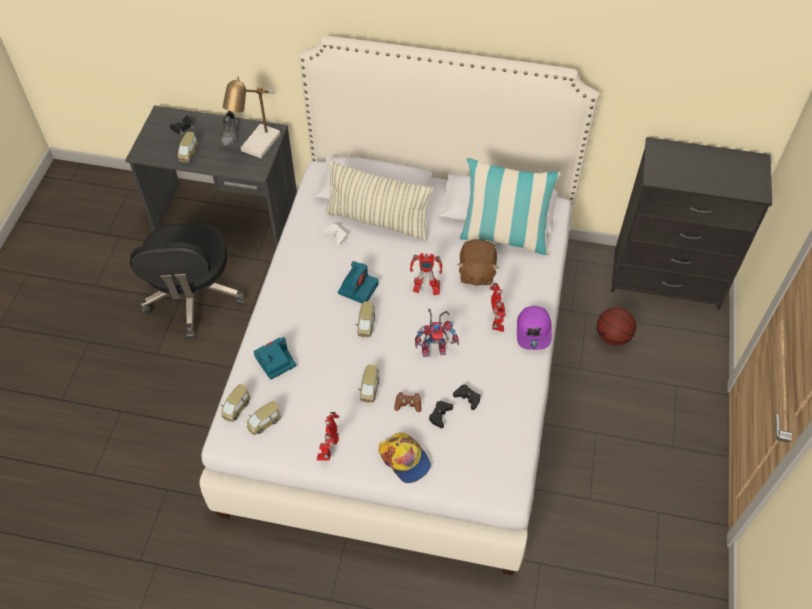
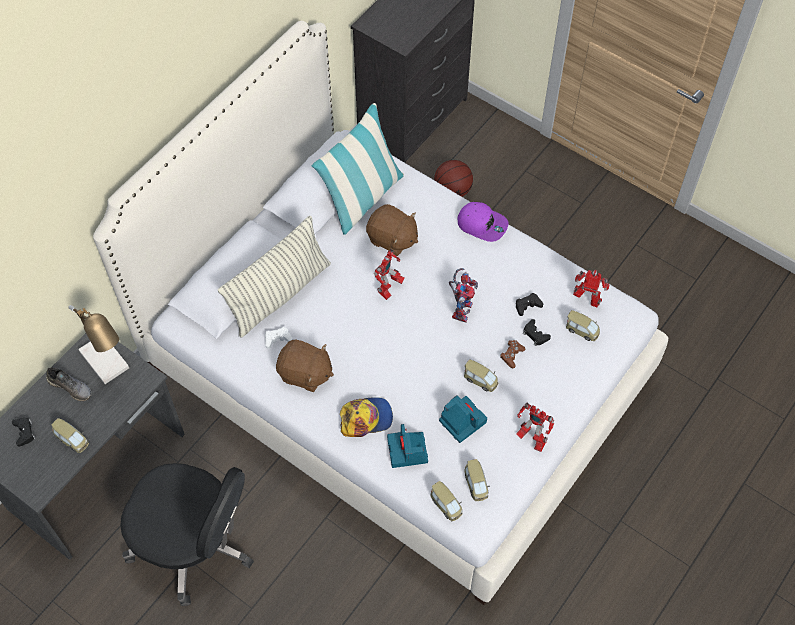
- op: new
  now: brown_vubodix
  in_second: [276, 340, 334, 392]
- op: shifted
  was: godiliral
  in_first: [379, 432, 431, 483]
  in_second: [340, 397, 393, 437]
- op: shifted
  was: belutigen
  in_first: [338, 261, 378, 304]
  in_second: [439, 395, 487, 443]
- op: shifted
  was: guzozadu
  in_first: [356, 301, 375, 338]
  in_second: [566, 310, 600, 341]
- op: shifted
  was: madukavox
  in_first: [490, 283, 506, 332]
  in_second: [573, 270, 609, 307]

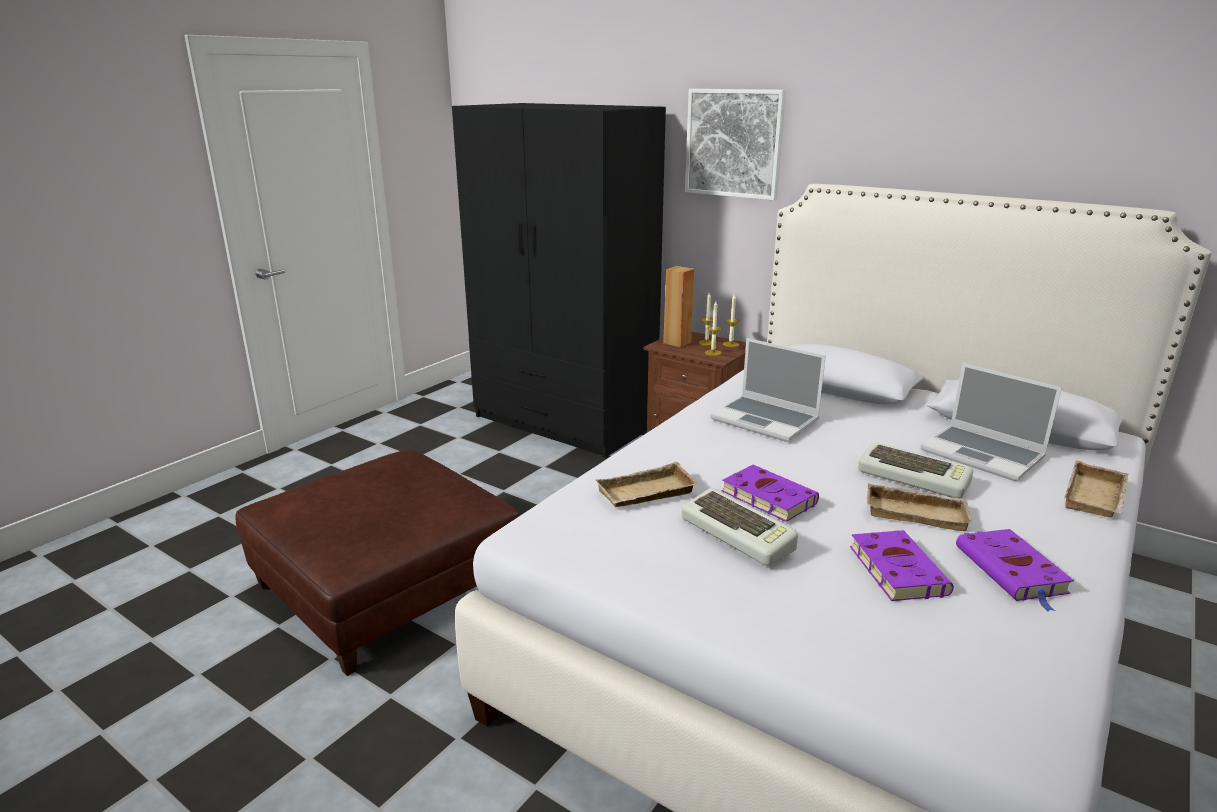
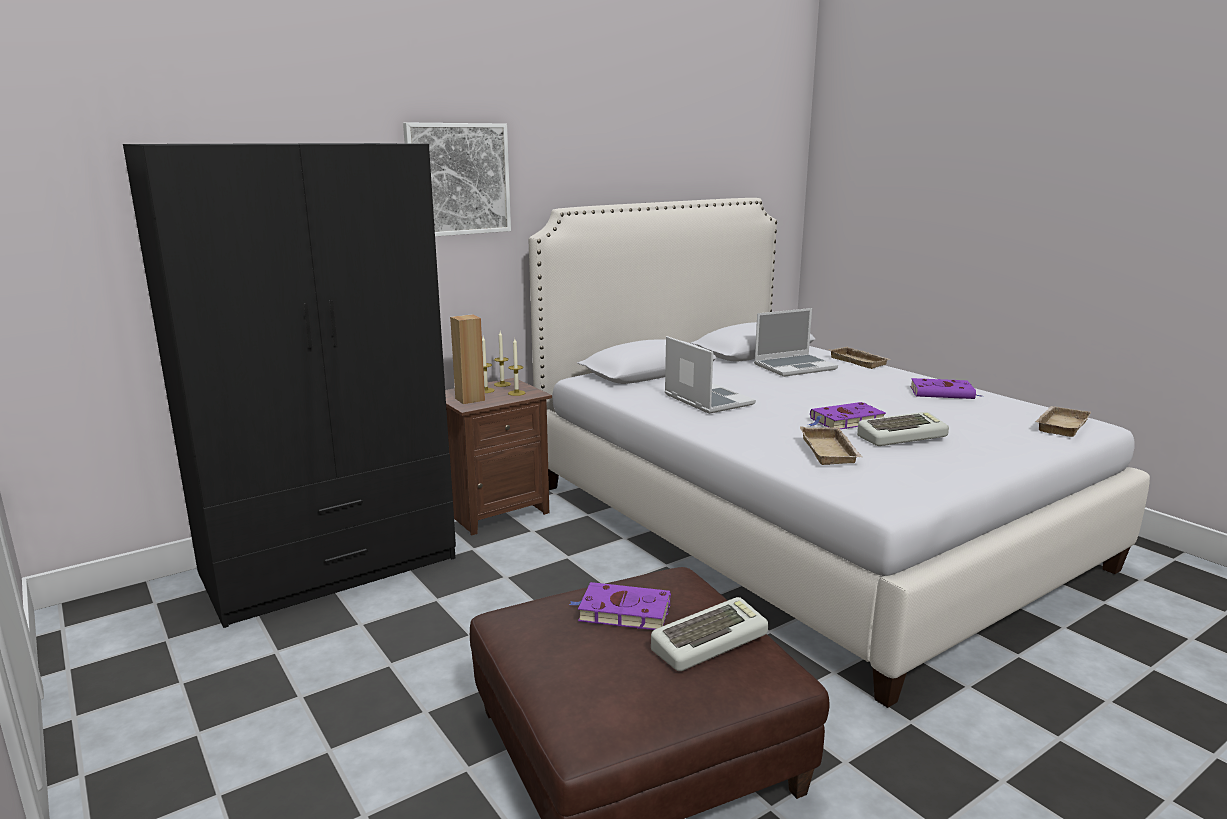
- op: shifted
  was: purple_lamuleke
  in_first: [850, 530, 954, 601]
  in_second: [569, 582, 671, 630]
- op: shifted
  was: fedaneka
  in_first: [858, 442, 973, 499]
  in_second: [651, 597, 768, 671]
- op: rotated
  was: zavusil
  in_first: [710, 338, 826, 442]
  in_second: [664, 336, 756, 414]
  clockwise: -90
- op: shifted
  was: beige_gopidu
  in_first: [867, 483, 972, 531]
  in_second: [1036, 406, 1091, 437]

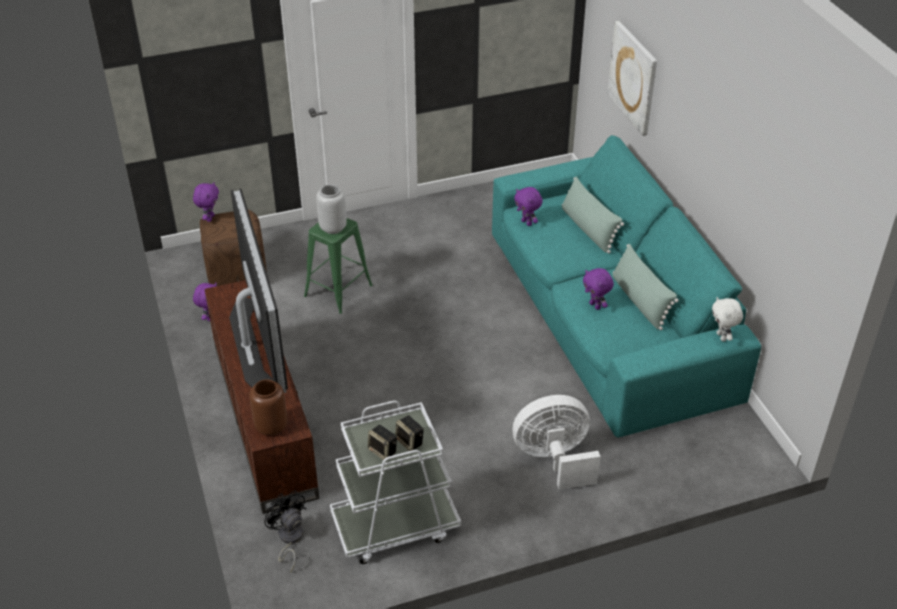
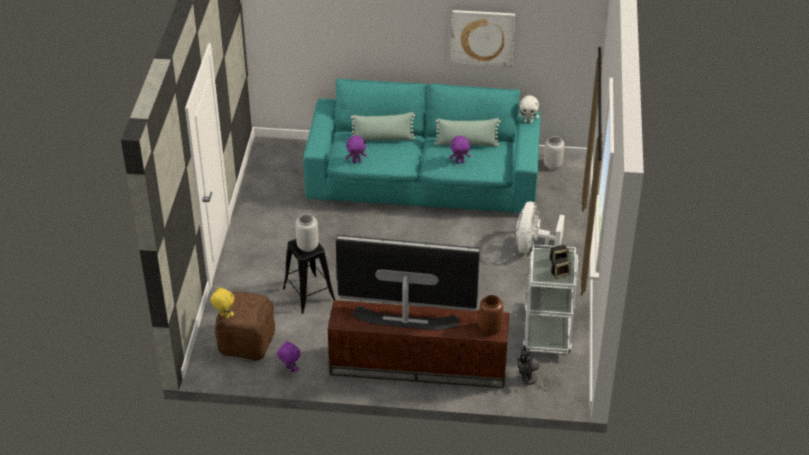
- op: repainted
  was: purple_vubodix
  now: yellow_vubodix
  in_first: [193, 182, 219, 222]
  in_second: [211, 287, 234, 319]
- op: repainted
  was: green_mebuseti
  now: black_mebuseti
  in_first: [304, 218, 373, 314]
  in_second: [283, 239, 336, 314]
- op: shifted
  was: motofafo
  in_first: [607, 21, 657, 136]
  in_second: [451, 10, 515, 67]
- op: new
  now: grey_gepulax
  in_second: [544, 136, 565, 170]

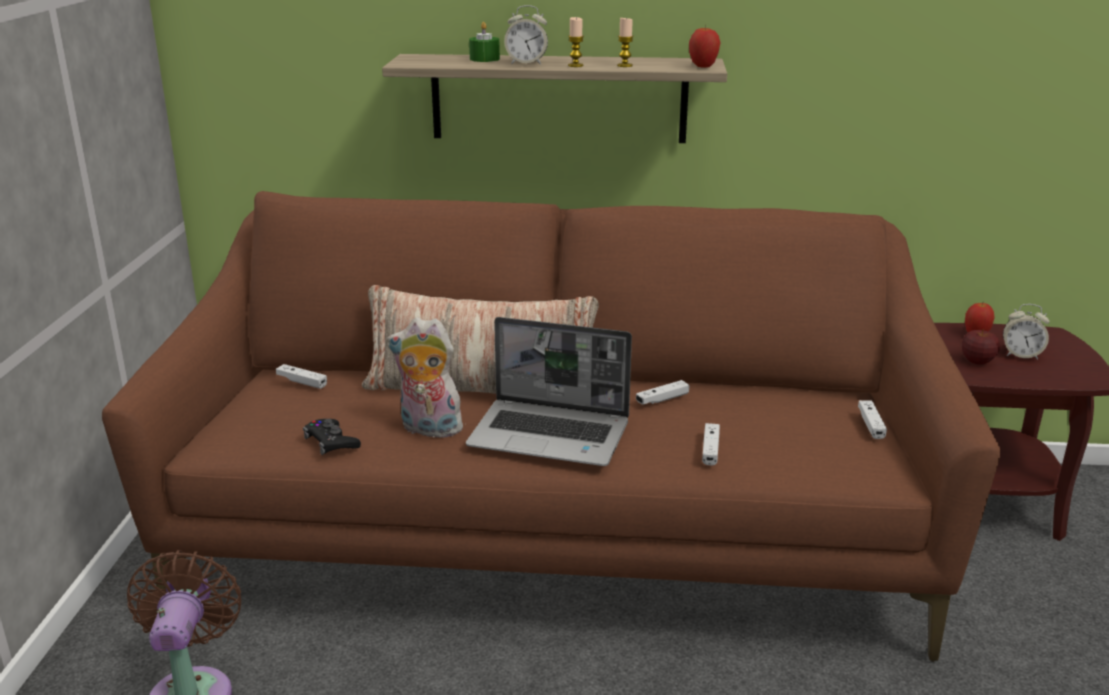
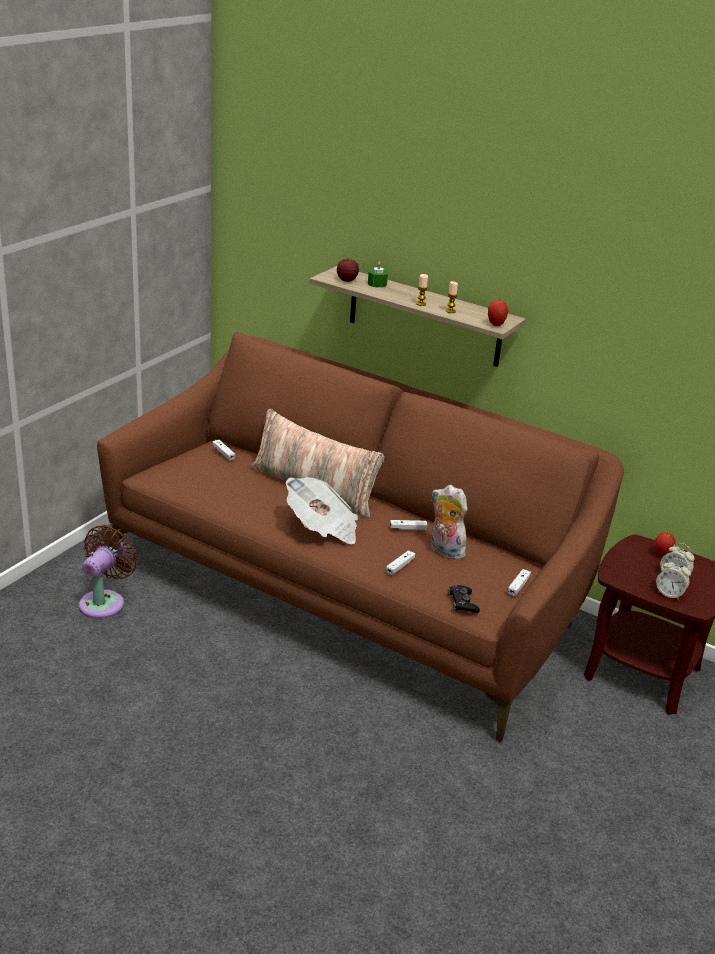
- op: swapped
  was: zavusil
  now: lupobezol
  in_first: [466, 317, 632, 466]
  in_second: [286, 477, 358, 544]
- op: shifted
  was: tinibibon
  in_first: [962, 329, 1000, 365]
  in_second: [337, 259, 359, 282]
- op: shifted
  was: vubodix
  in_first: [387, 317, 467, 438]
  in_second: [431, 485, 467, 560]
- op: shifted
  was: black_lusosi
  in_first: [303, 419, 361, 455]
  in_second: [447, 585, 480, 613]
- op: shifted
  was: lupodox
  in_first: [504, 5, 548, 65]
  in_second: [656, 559, 691, 600]

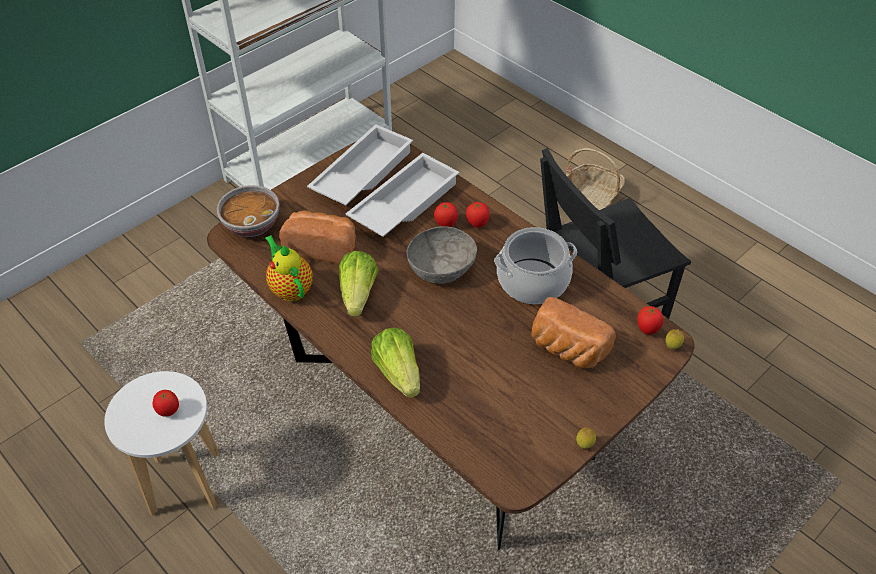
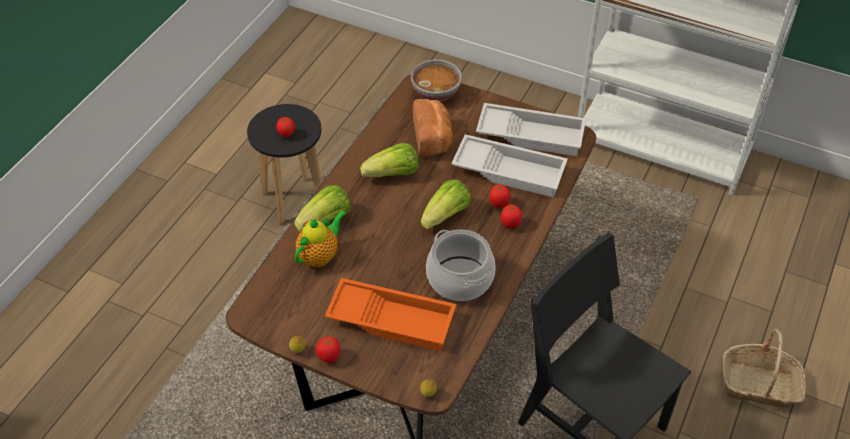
- op: repainted
  was: white_mebuseti
  now: black_mebuseti
  in_first: [104, 371, 219, 516]
  in_second: [247, 104, 322, 224]
- op: shifted
  was: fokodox
  in_first: [265, 235, 313, 301]
  in_second: [295, 210, 347, 268]
- op: shifted
  was: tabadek
  in_first: [637, 306, 664, 335]
  in_second: [316, 337, 340, 363]
- op: swapped
  was: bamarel
  now: orange_gopidu
  in_first: [531, 297, 616, 369]
  in_second: [325, 278, 456, 351]
- op: swapped
  was: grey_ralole
  now: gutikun
  in_first: [407, 226, 477, 284]
  in_second: [421, 179, 471, 229]

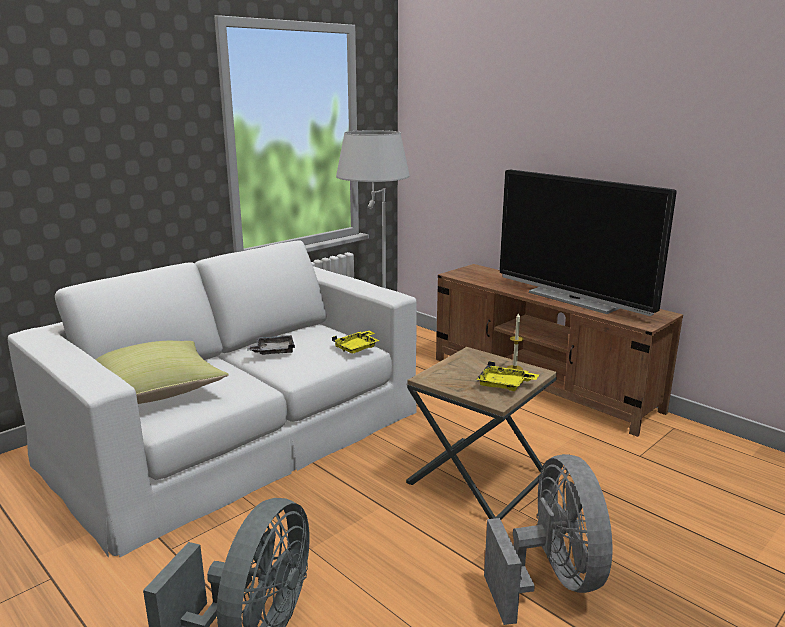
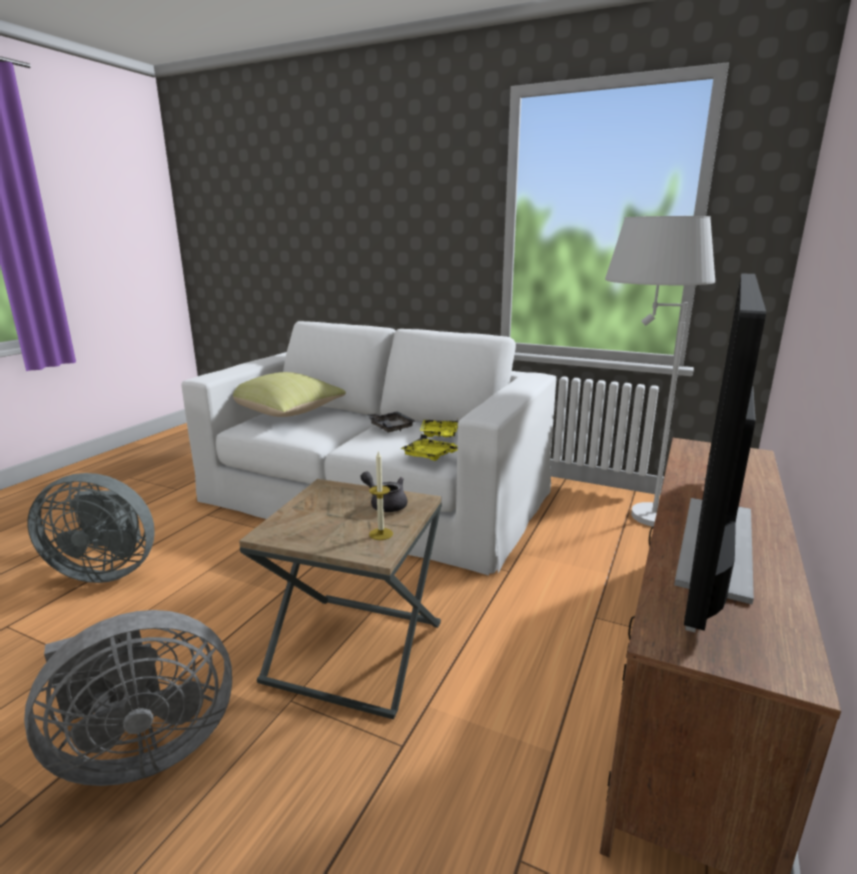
- op: new
  now: grey_fokodox
  in_second: [360, 471, 407, 512]
- op: shifted
  was: yellow_gopidu
  in_first: [476, 361, 539, 391]
  in_second: [420, 419, 458, 437]

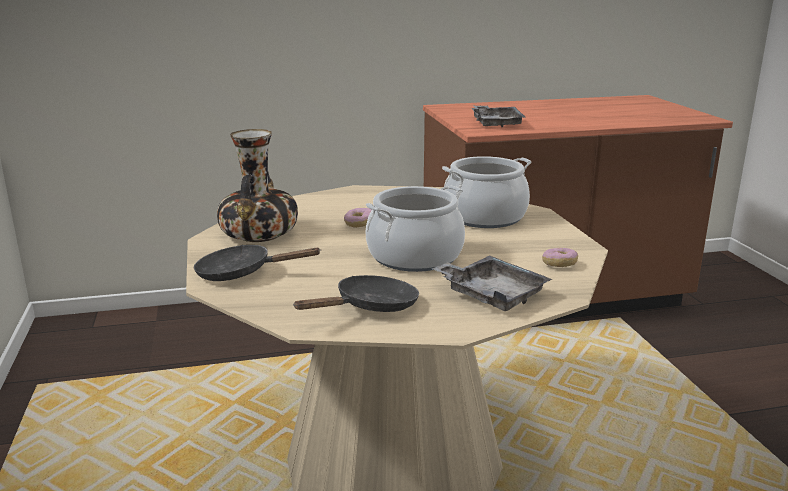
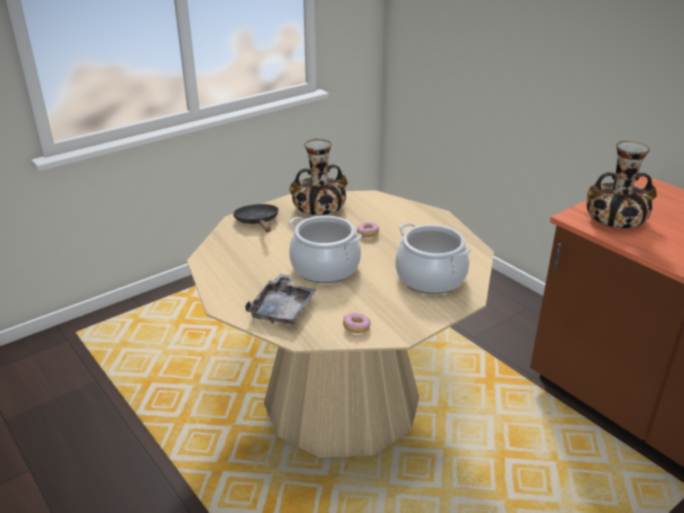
- op: swapped
  was: grey_gopidu
  now: gepulax
  in_first: [472, 106, 525, 127]
  in_second: [587, 141, 657, 228]
- op: gone
  was: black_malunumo
  in_first: [293, 275, 419, 312]

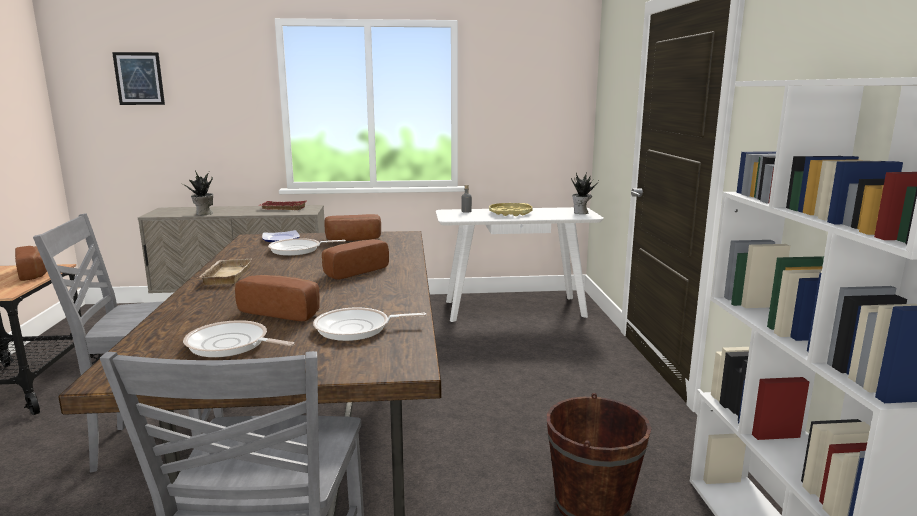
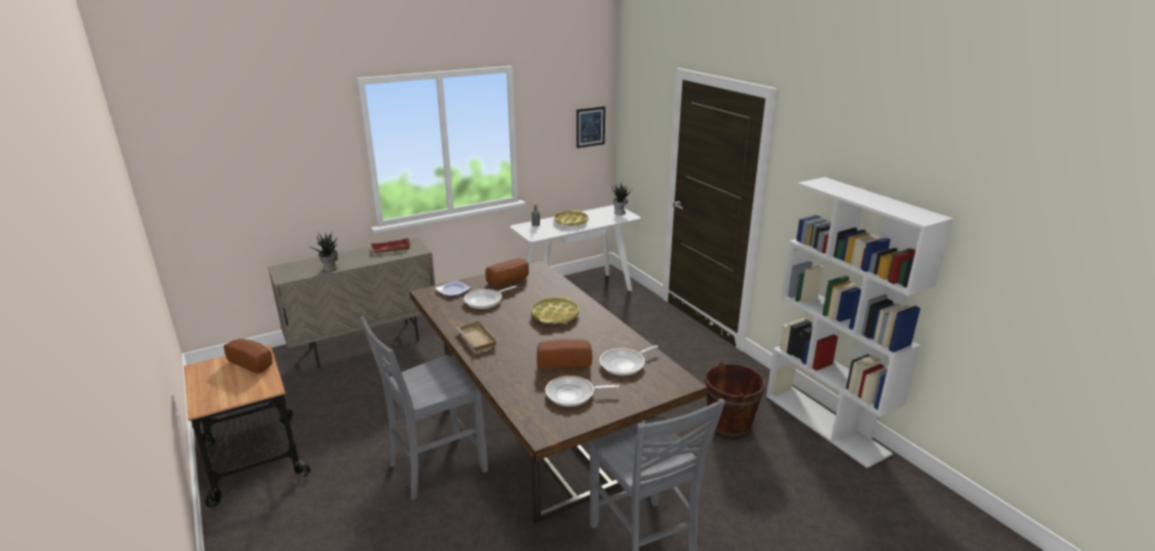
- op: swapped
  was: bamarel
  now: yellow_gopidu
  in_first: [322, 239, 389, 280]
  in_second: [531, 296, 579, 324]
- op: shifted
  was: motofafo
  in_first: [112, 52, 165, 105]
  in_second: [576, 106, 605, 148]

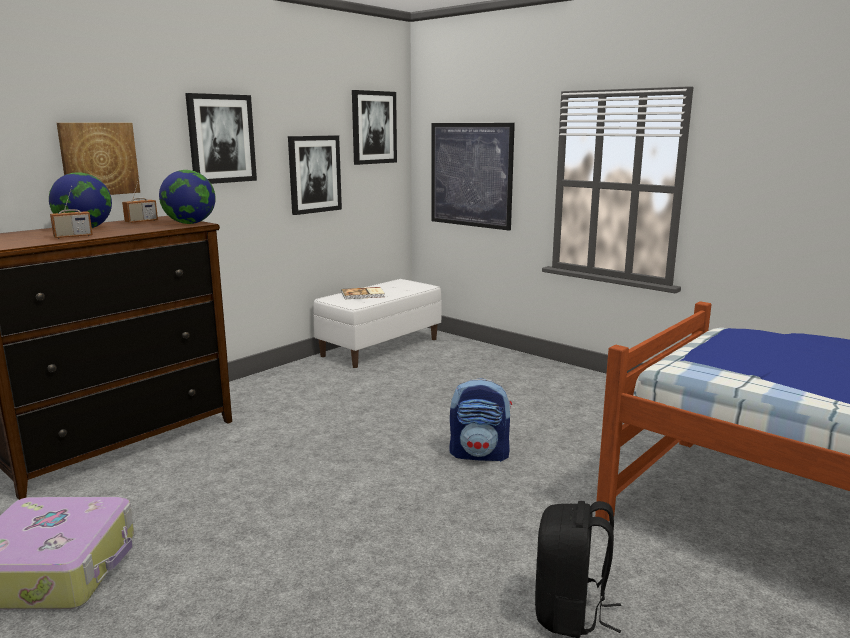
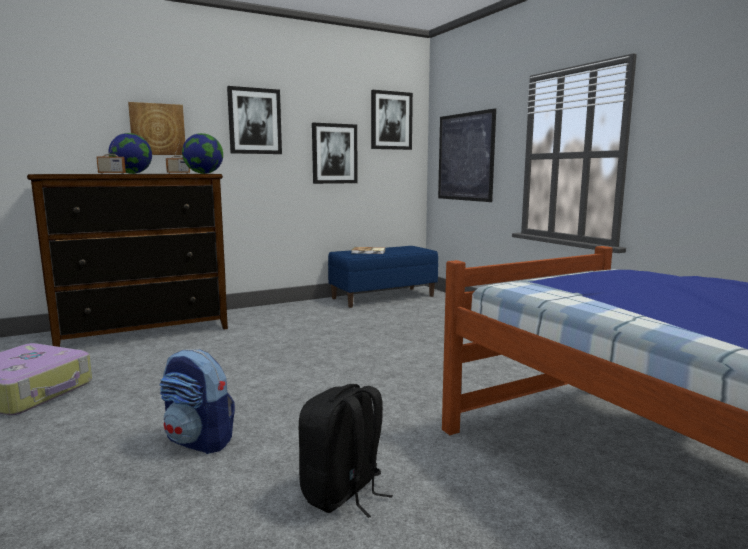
- op: shifted
  was: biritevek
  in_first: [450, 378, 512, 462]
  in_second: [160, 350, 235, 454]
- op: repainted
  was: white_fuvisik
  now: blue_fuvisik
  in_first: [313, 279, 442, 368]
  in_second: [328, 246, 438, 308]

